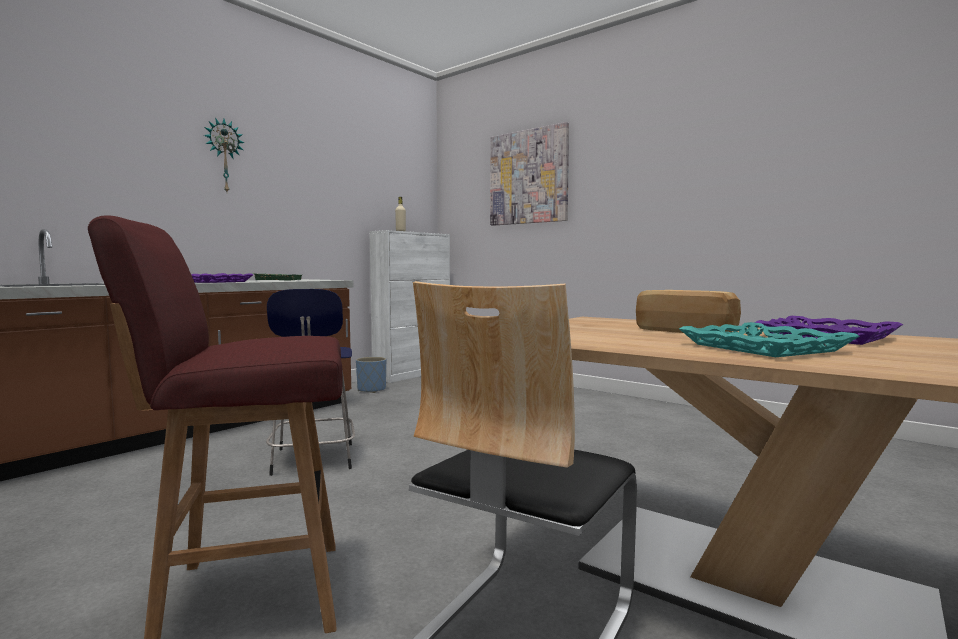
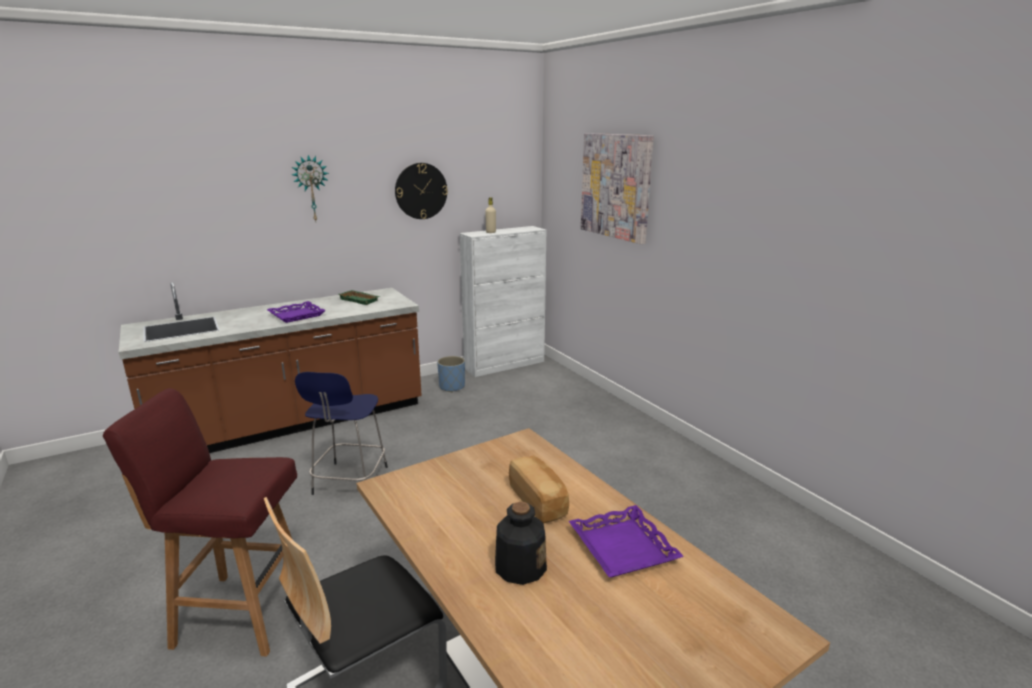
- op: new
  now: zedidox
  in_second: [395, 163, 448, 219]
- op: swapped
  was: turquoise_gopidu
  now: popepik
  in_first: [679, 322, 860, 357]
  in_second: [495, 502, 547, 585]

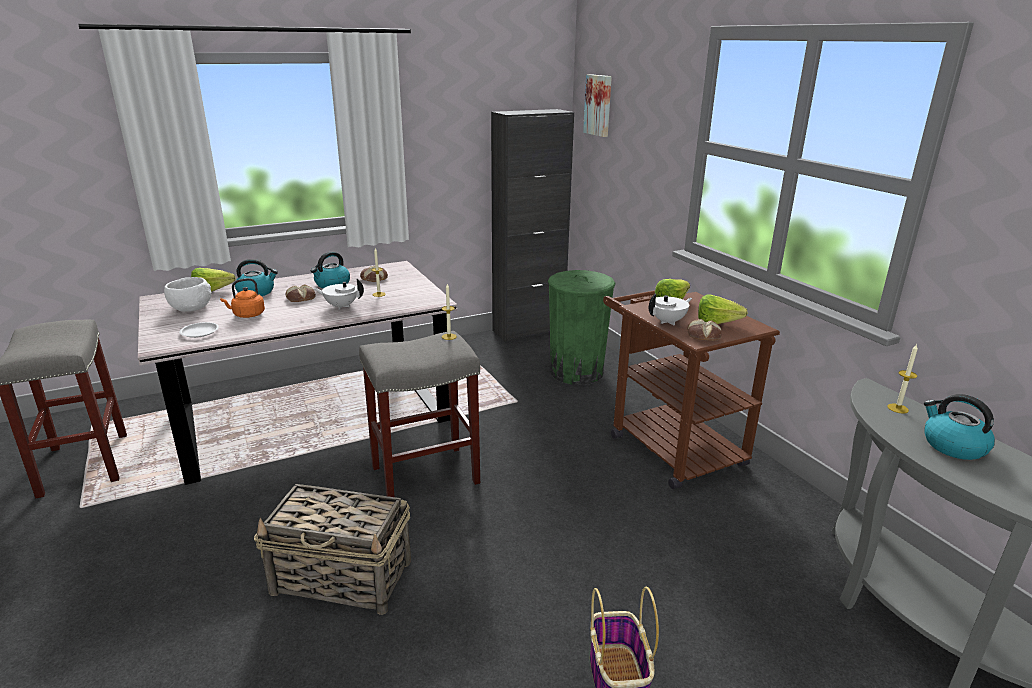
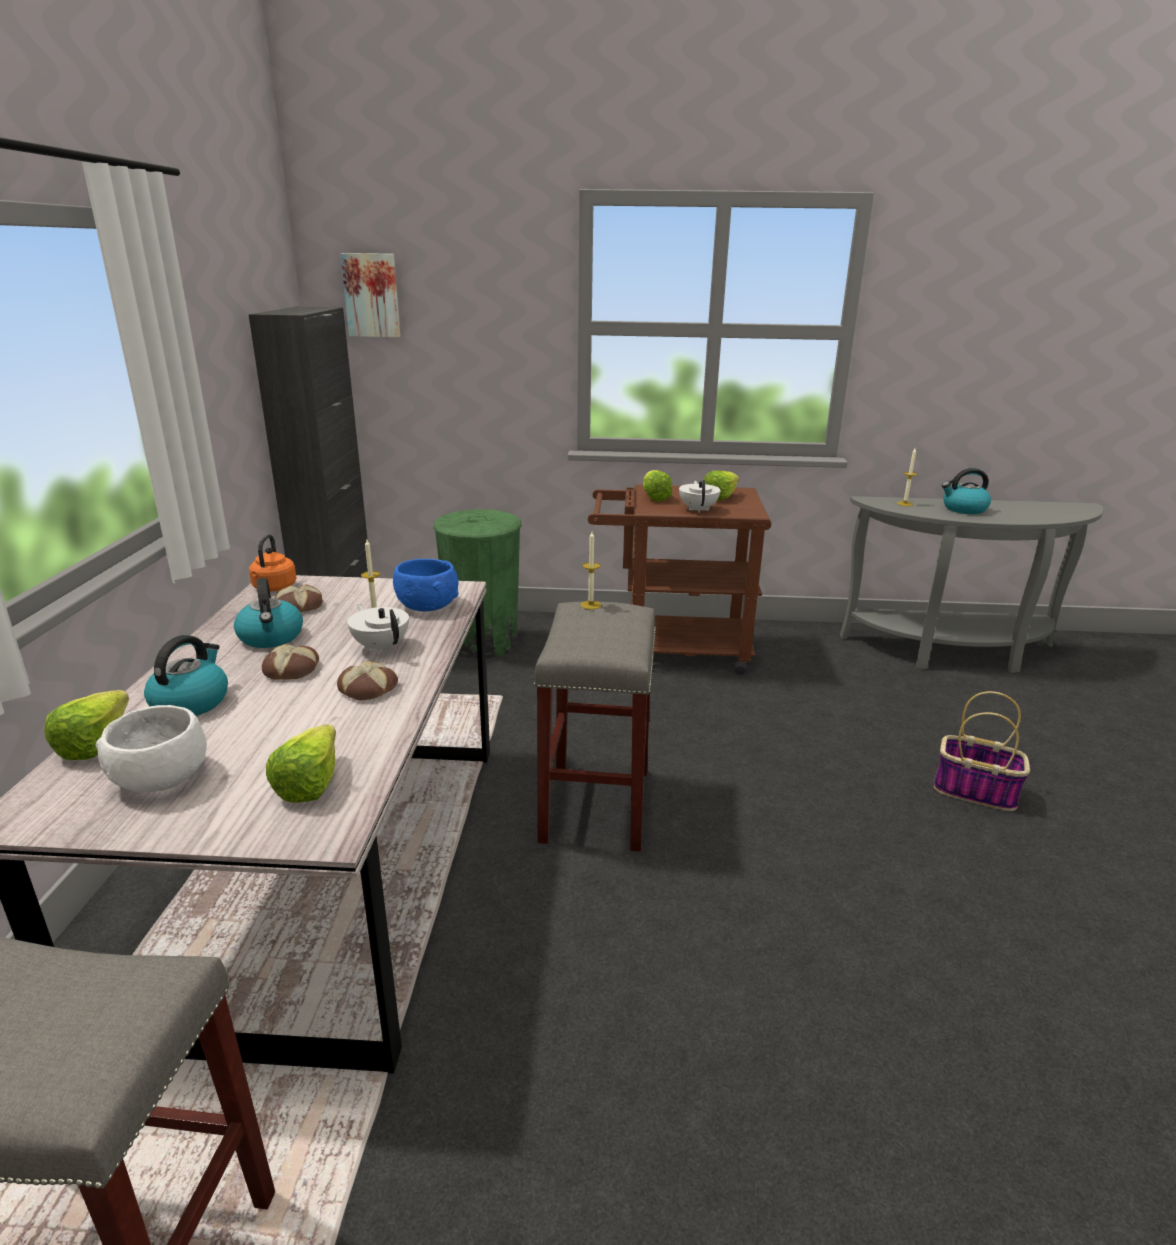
- op: shifted
  was: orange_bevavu
  in_first: [220, 278, 265, 318]
  in_second: [249, 534, 297, 591]
- op: swapped
  was: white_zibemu
  now: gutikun
  in_first: [179, 322, 219, 338]
  in_second: [266, 724, 336, 803]
- op: shifted
  was: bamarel
  in_first: [687, 319, 722, 341]
  in_second: [337, 661, 398, 701]
- op: rotated
  was: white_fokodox
  in_first: [314, 279, 364, 310]
  in_second: [347, 604, 409, 652]
  clockwise: 105
- op: new
  now: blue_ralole
  in_second: [393, 559, 459, 611]
- op: gone
  was: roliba
  in_first: [254, 484, 411, 615]

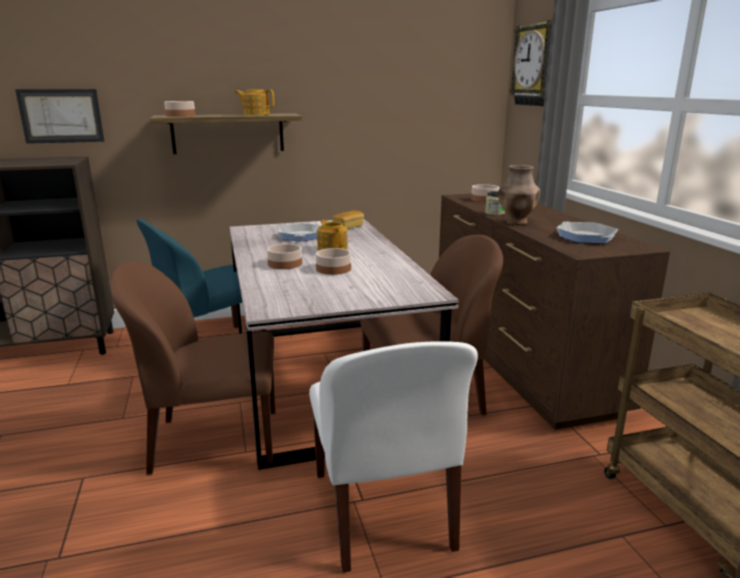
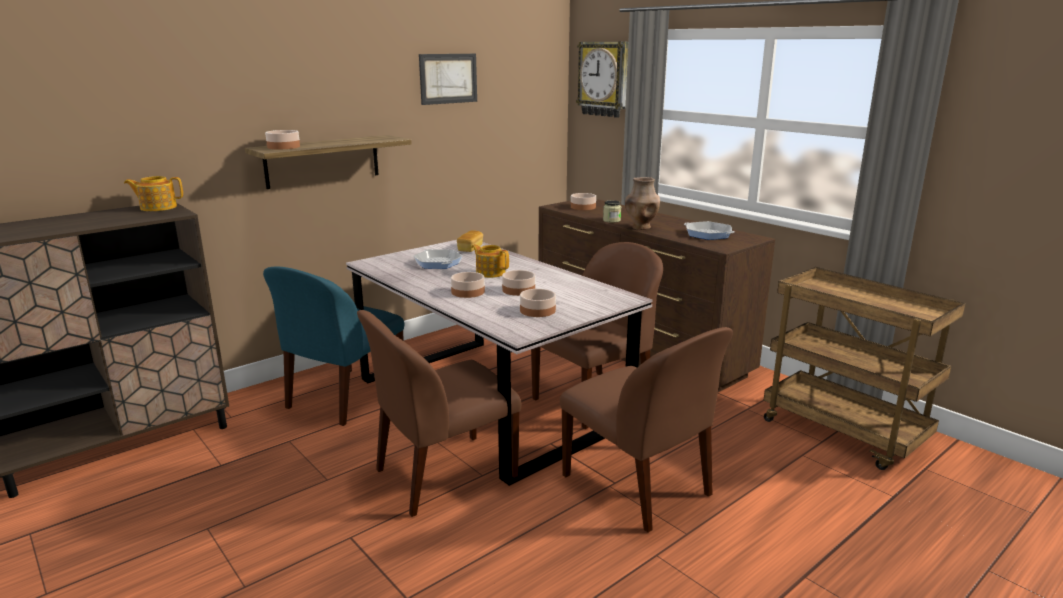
- op: shifted
  was: fokodox
  in_first: [235, 90, 274, 115]
  in_second: [124, 176, 183, 211]
- op: shifted
  was: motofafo
  in_first: [15, 89, 104, 144]
  in_second: [419, 54, 477, 105]
- op: new
  now: ralole
  in_second: [520, 289, 556, 317]
- op: repainted
  was: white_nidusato
  now: brown_nidusato
  in_first: [309, 341, 478, 573]
  in_second: [560, 327, 733, 533]

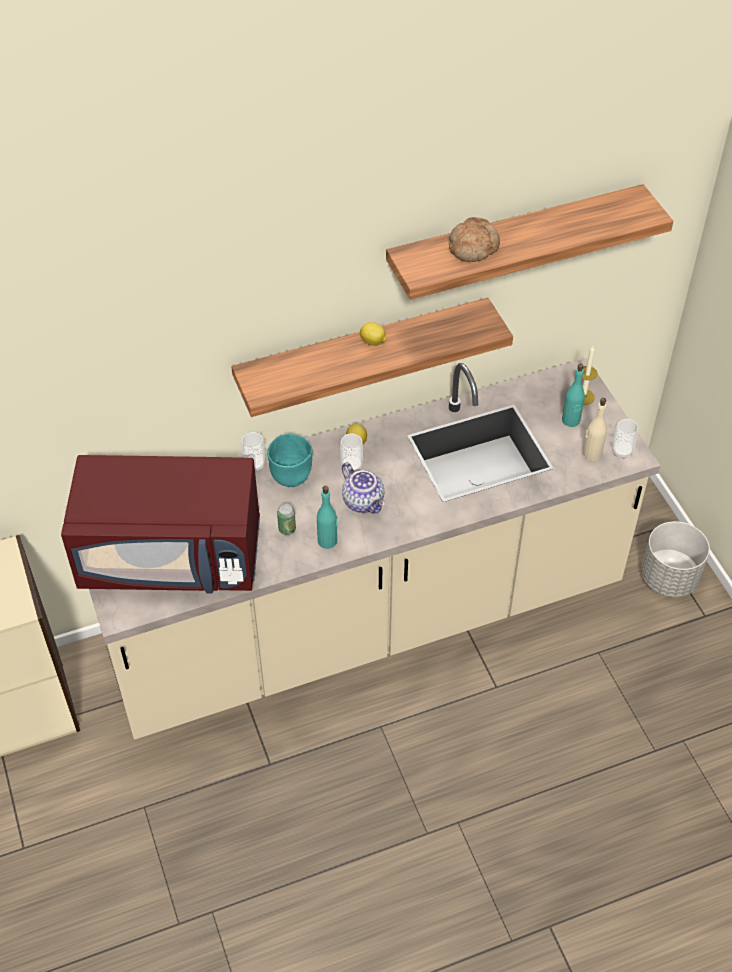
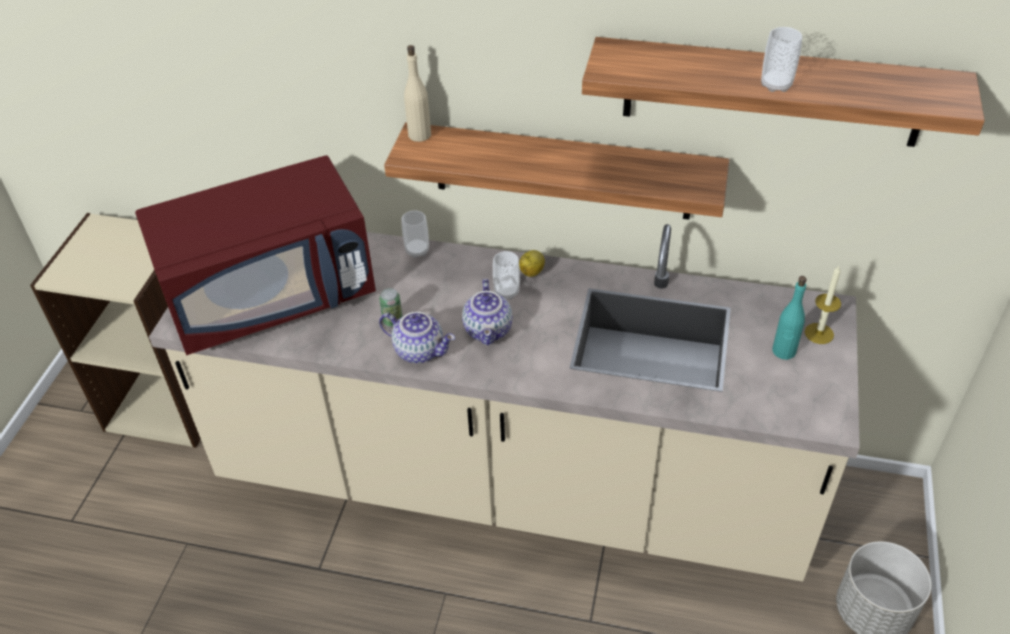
- op: rotated
  was: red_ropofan
  in_first: [61, 455, 260, 594]
  in_second: [135, 155, 376, 355]
  clockwise: -60
- op: swapped
  was: turquoise_popepik
  now: fokodox
  in_first: [317, 486, 338, 549]
  in_second: [379, 312, 455, 363]
- op: shifted
  was: beige_popepik
  in_first: [583, 398, 607, 461]
  in_second: [404, 45, 431, 142]
- op: shifted
  was: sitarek
  in_first: [612, 419, 639, 459]
  in_second: [761, 27, 802, 92]
- op: gone
  was: turquoise_ralole
  in_first: [267, 434, 313, 487]
- op: gone
  was: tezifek
  in_first: [360, 322, 386, 346]
- op: gone
  was: bamarel
  in_first: [449, 217, 500, 262]

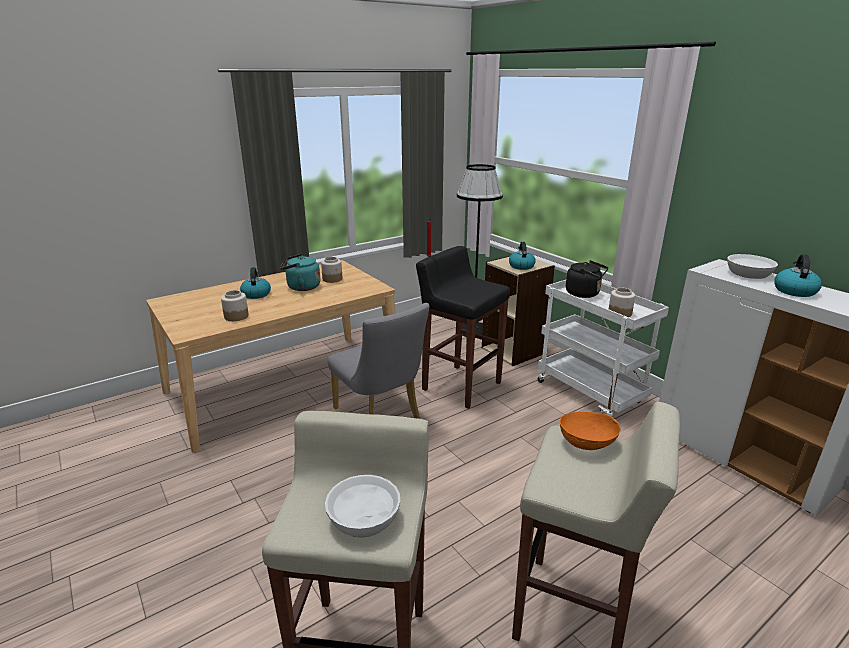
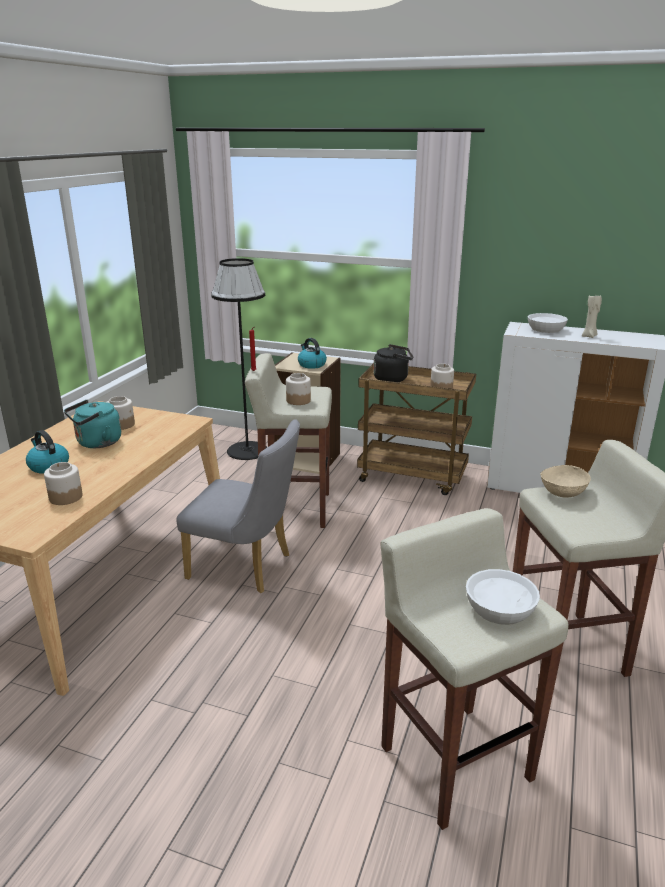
- op: repainted
  was: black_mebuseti
  now: beige_mebuseti
  in_first: [416, 246, 510, 409]
  in_second: [245, 353, 332, 528]
- op: new
  now: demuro
  in_second: [286, 373, 311, 405]
- op: repainted
  was: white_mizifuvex
  now: brown_mizifuvex
  in_first: [538, 280, 669, 416]
  in_second: [357, 363, 476, 495]
- op: repainted
  was: orange_ralole
  now: beige_ralole
  in_first: [560, 411, 621, 450]
  in_second: [541, 465, 591, 498]
- op: swapped
  was: bevavu
  now: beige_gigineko
  in_first: [774, 254, 822, 297]
  in_second: [582, 295, 602, 338]

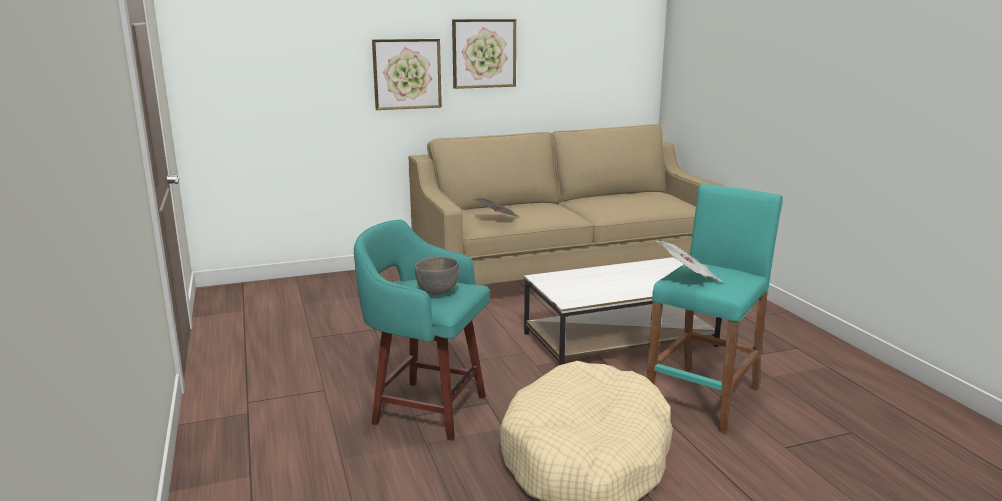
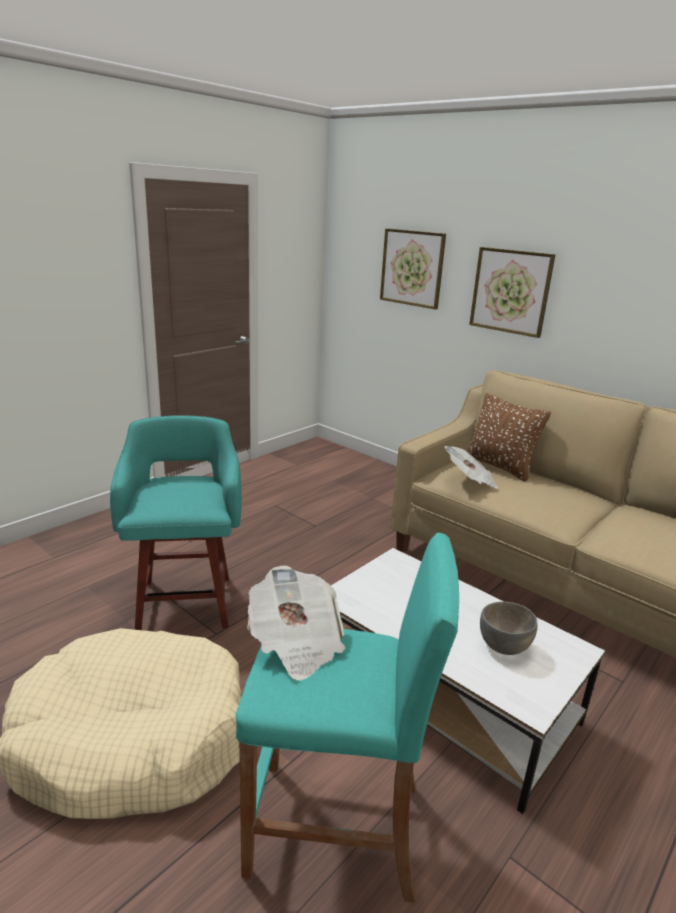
- op: shifted
  was: motofafo
  in_first: [452, 19, 516, 89]
  in_second: [380, 228, 446, 309]
- op: new
  now: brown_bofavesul
  in_second: [467, 393, 551, 481]
- op: shifted
  was: grey_ralole
  in_first: [415, 256, 459, 295]
  in_second: [480, 602, 538, 655]

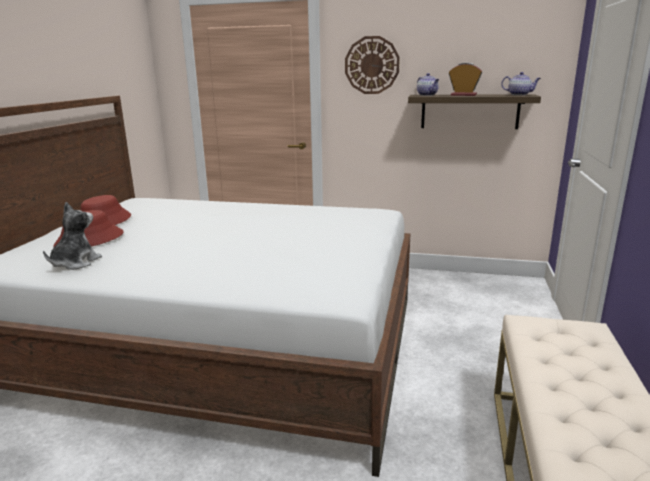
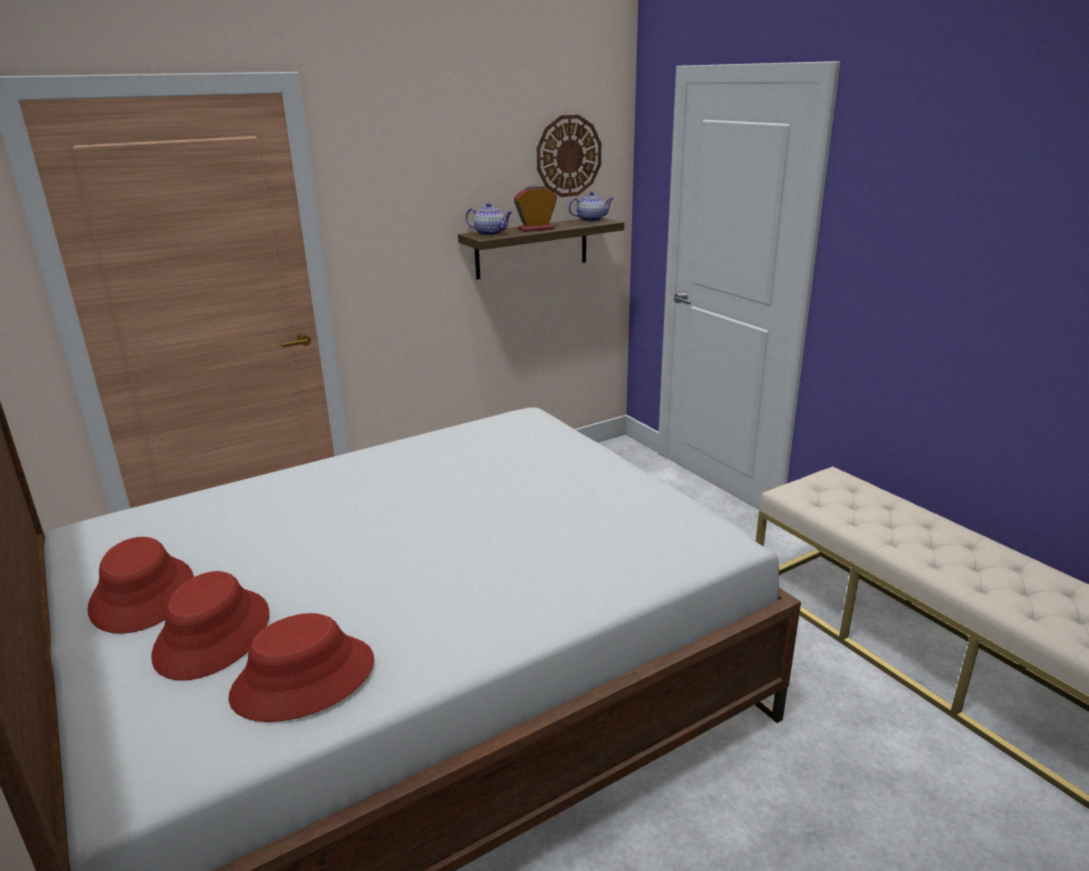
- op: swapped
  was: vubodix
  now: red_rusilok
  in_first: [43, 202, 102, 270]
  in_second: [229, 613, 374, 722]
- op: shifted
  was: zedidox
  in_first: [345, 36, 400, 94]
  in_second: [537, 115, 601, 197]

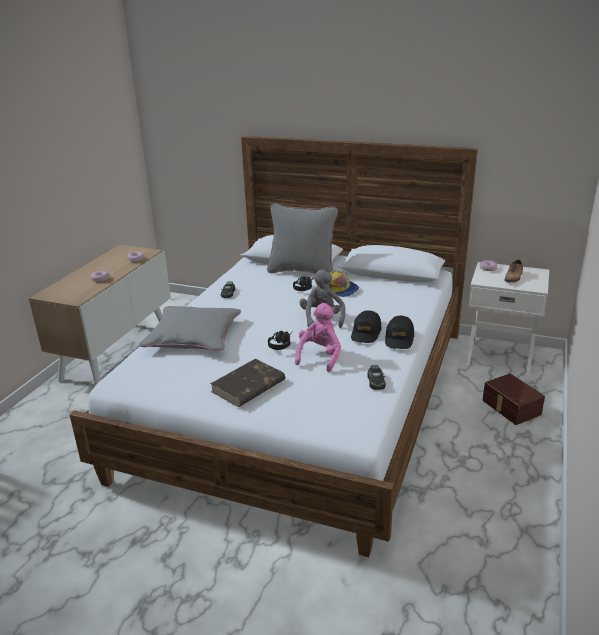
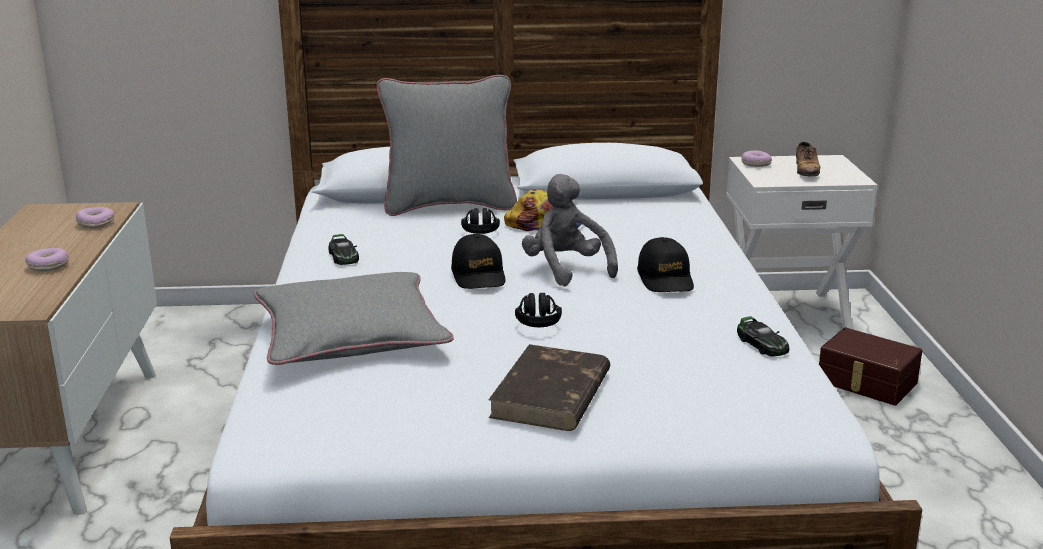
- op: shifted
  was: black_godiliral
  in_first: [385, 316, 414, 349]
  in_second: [451, 234, 505, 289]
- op: gone
  was: pink_vubodix
  in_first: [295, 303, 341, 372]

